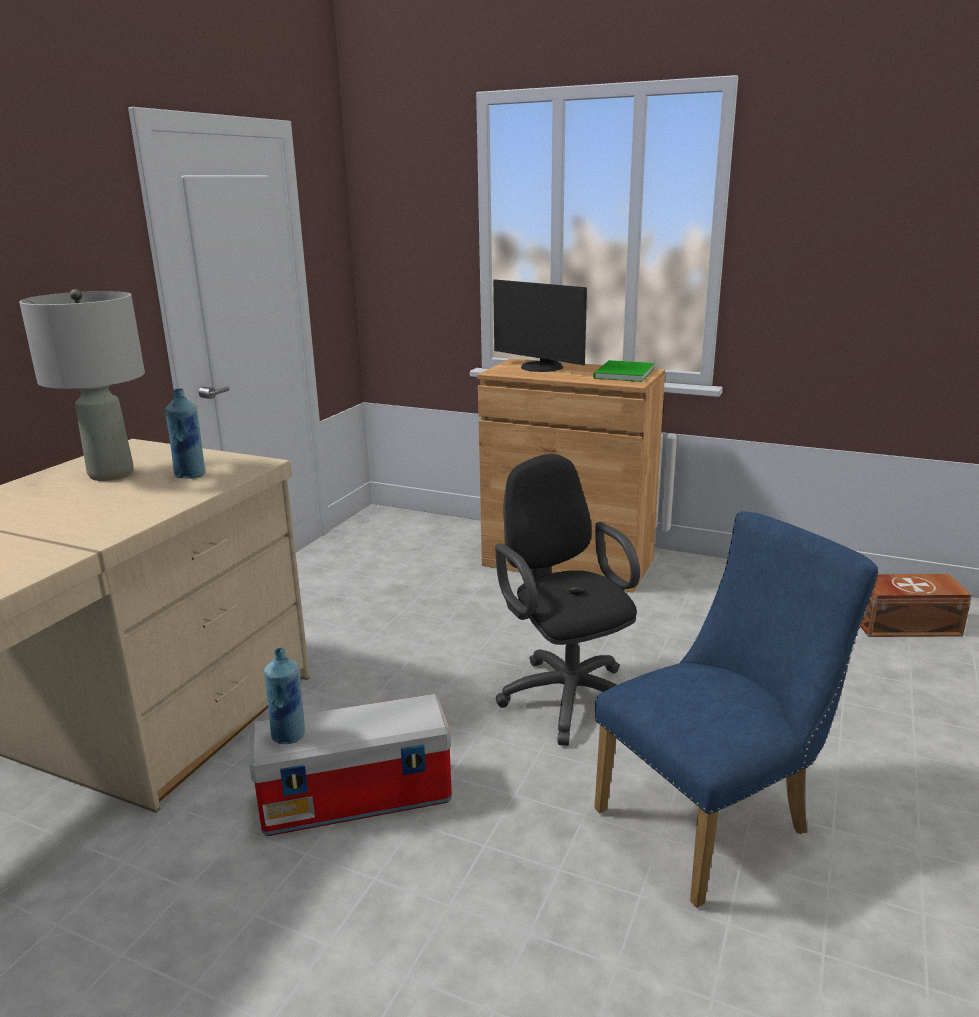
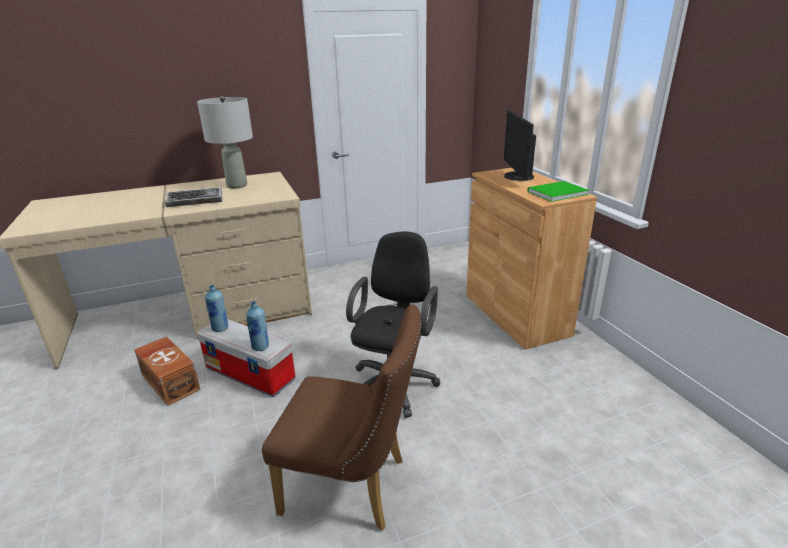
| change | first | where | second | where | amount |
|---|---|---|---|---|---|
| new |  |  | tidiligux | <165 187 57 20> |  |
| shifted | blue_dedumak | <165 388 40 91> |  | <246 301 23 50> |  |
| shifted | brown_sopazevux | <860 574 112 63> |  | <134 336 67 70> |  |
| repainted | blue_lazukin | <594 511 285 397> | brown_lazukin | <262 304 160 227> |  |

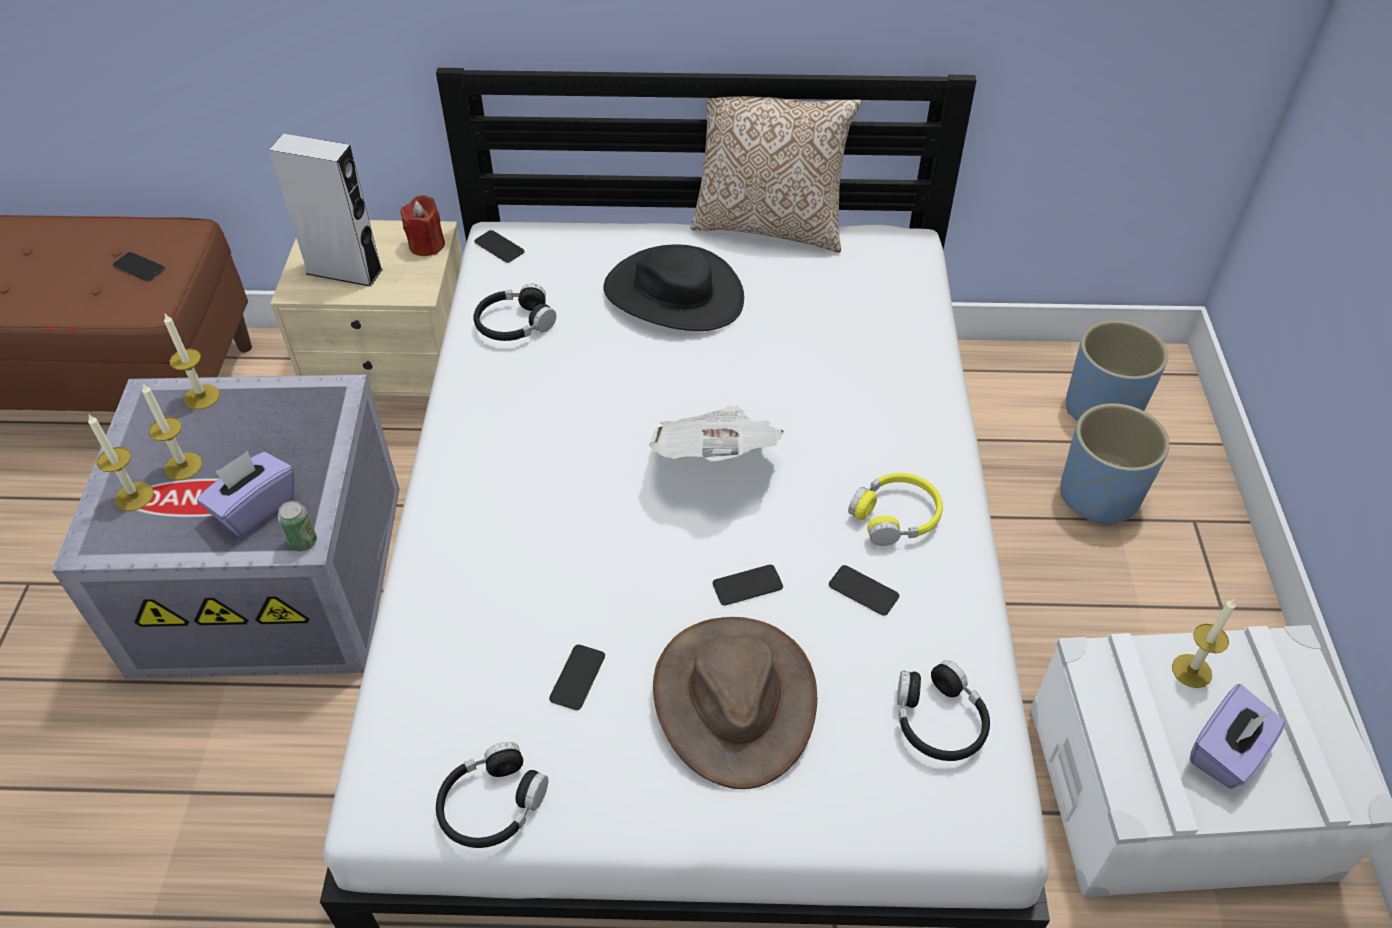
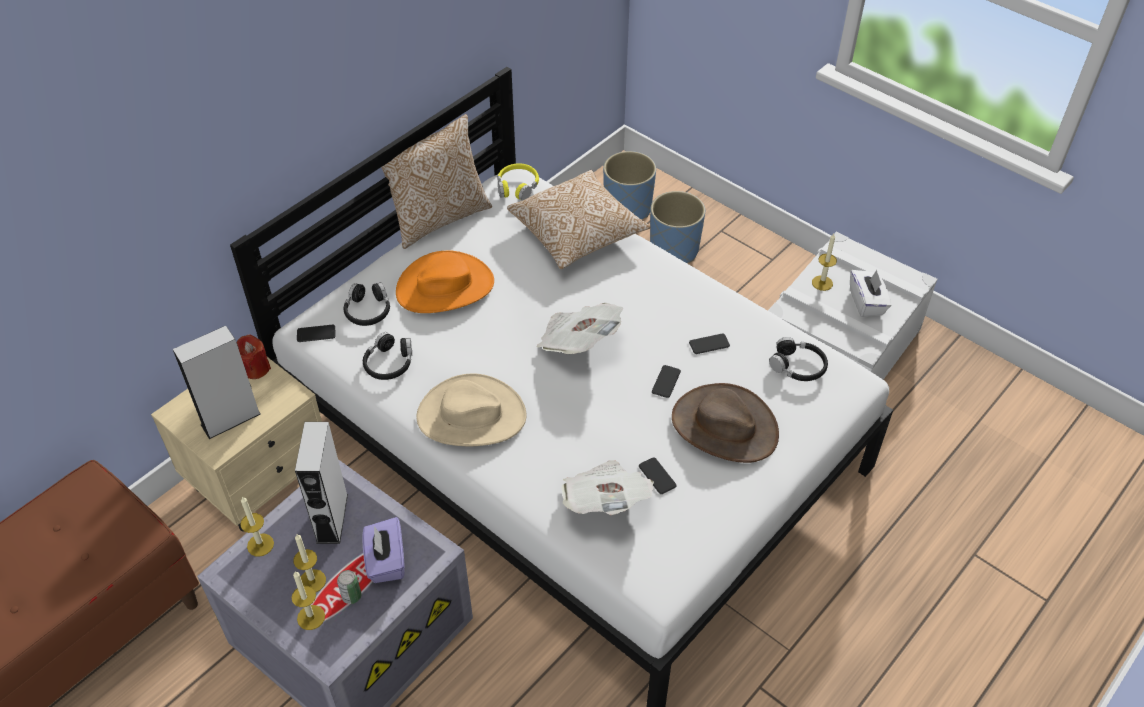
| change | first | where | second | where | amount |
|---|---|---|---|---|---|
| gone | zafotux | <113 252 52 29> |  |  |  |
| new |  |  | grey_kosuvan | <295 422 53 122> |  |
| new |  |  | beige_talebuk | <416 373 110 73> |  |
| new |  |  | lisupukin | <507 170 144 99> |  |
| new |  |  | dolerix | <562 460 92 55> |  |
| shifted | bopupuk | <278 501 39 51> |  | <337 570 25 34> |  |
| shifted | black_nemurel | <436 742 112 106> |  | <343 282 47 44> |  |
| shifted | yellow_nemurel | <848 473 95 73> |  | <498 163 41 38> |  |
| repainted | black_talebuk | <604 244 140 87> | orange_talebuk | <396 250 98 63> |  |
| repainted | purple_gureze | <1190 684 95 105> | white_gureze | <850 270 42 47> |  |

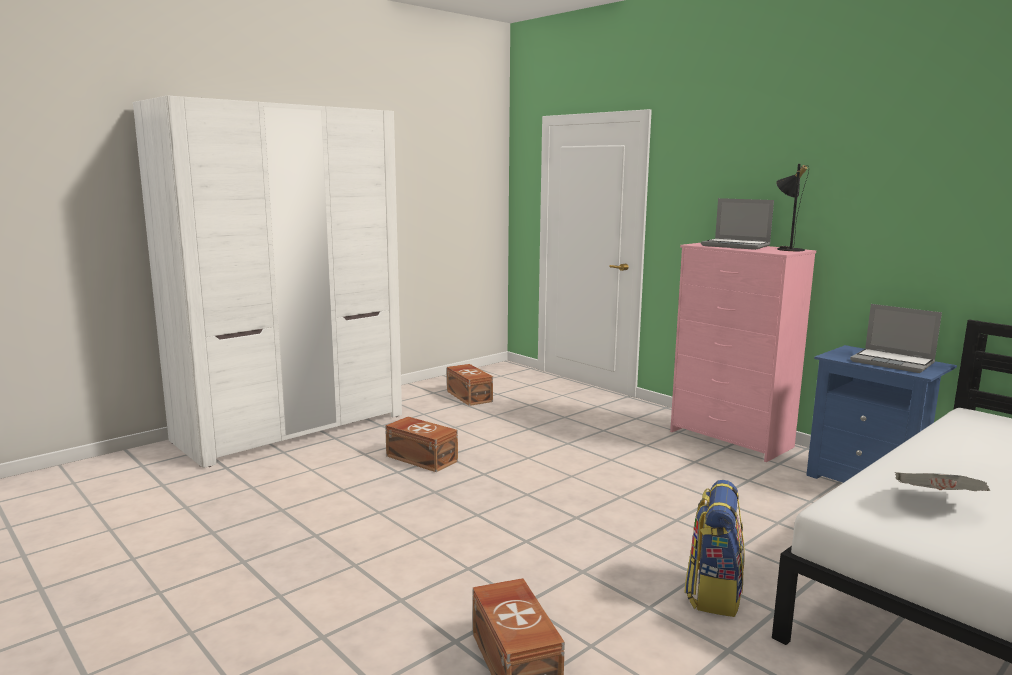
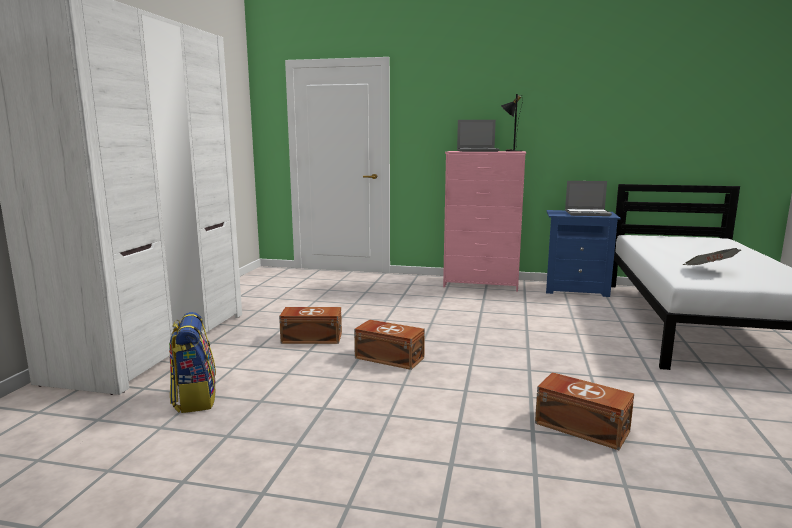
| change | first | where | second | where | amount |
|---|---|---|---|---|---|
| shifted | brown_sopazevux | <447 364 46 42> |  | <354 319 71 51> |  |
| shifted | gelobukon | <684 480 61 137> |  | <169 312 47 101> |  |

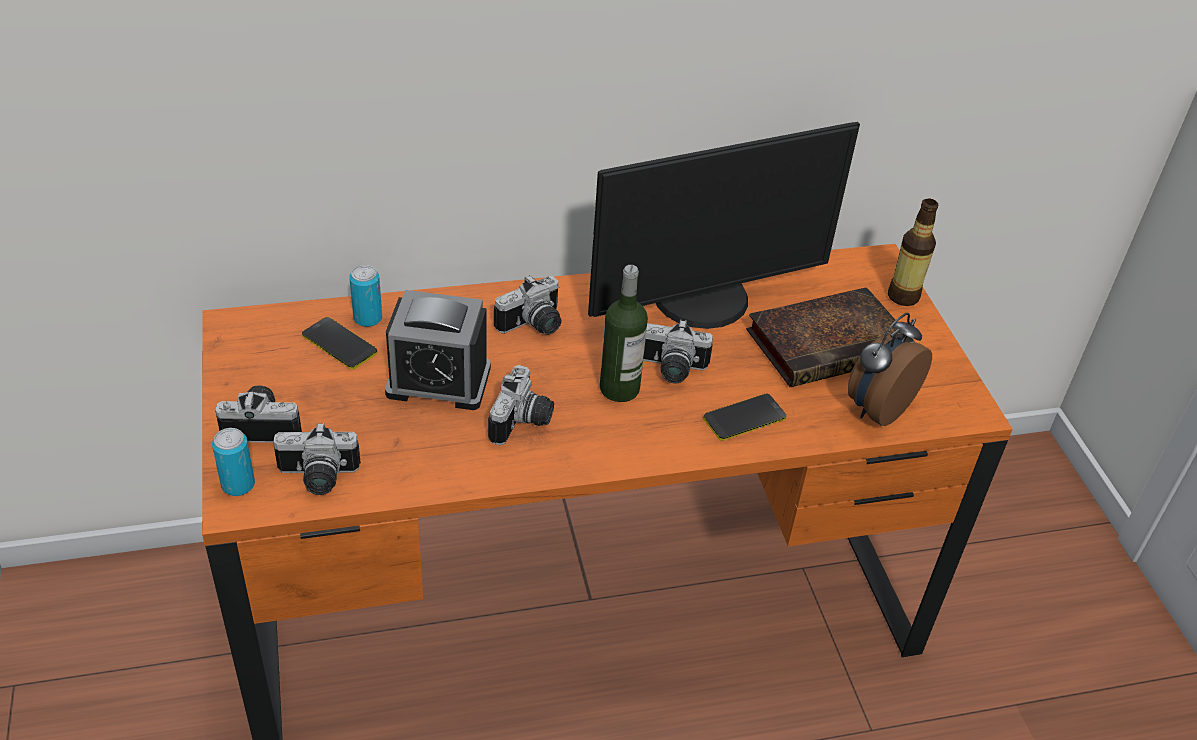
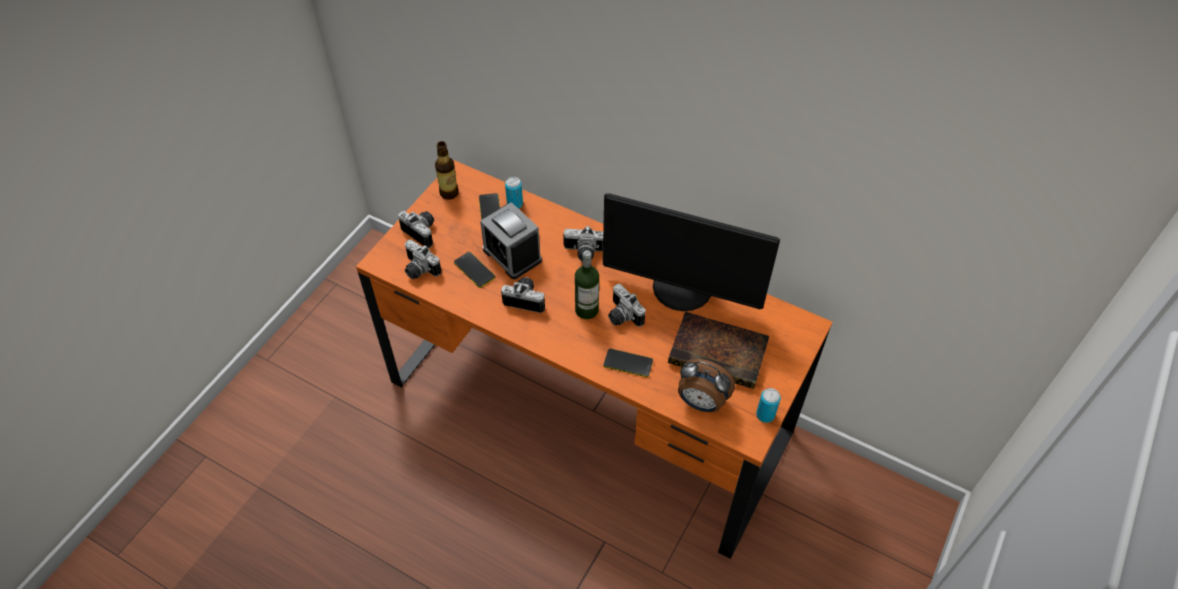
| change | first | where | second | where | amount |
|---|---|---|---|---|---|
| new |  |  | zafotux | <454 252 41 36> |  |
| shifted | bopupuk | <212 428 43 68> |  | <756 388 25 35> |  |
| shifted | dedumak | <888 199 50 107> |  | <435 141 24 59> |  |
| rotated | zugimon | <488 365 66 80> |  | <501 277 44 36> | 135 degrees counterclockwise |
| rotated | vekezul | <848 313 84 113> |  | <678 359 57 53> | 150 degrees counterclockwise |

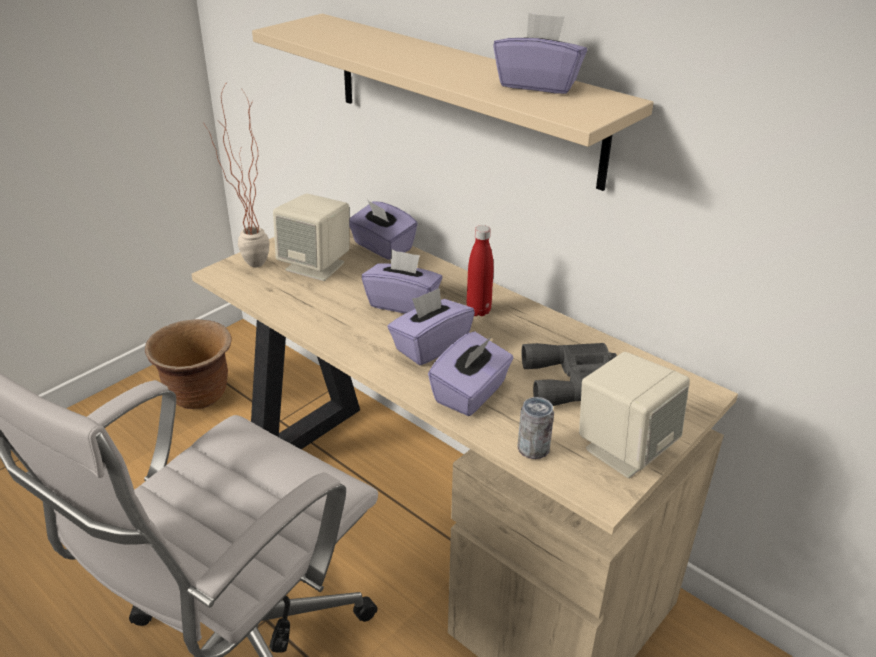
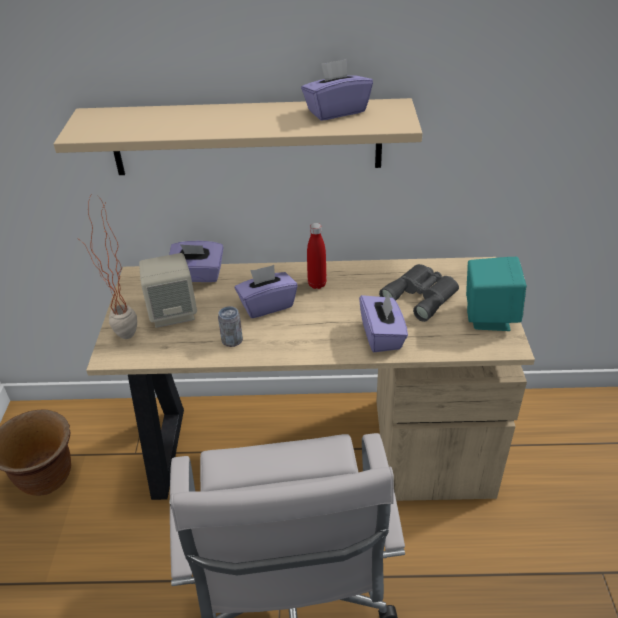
| change | first | where | second | where | amount |
|---|---|---|---|---|---|
| gone | purple_gureze | <387 288 88 78> |  |  |  |
| shifted | bopupuk | <517 397 37 62> |  | <218 306 25 41> |  |
| repainted | beige_kosuvan | <579 352 111 126> | turquoise_kosuvan | <466 257 61 74> |  |

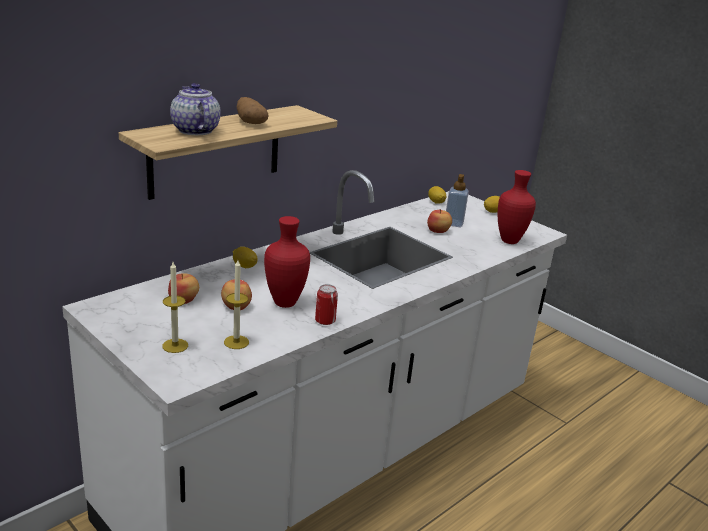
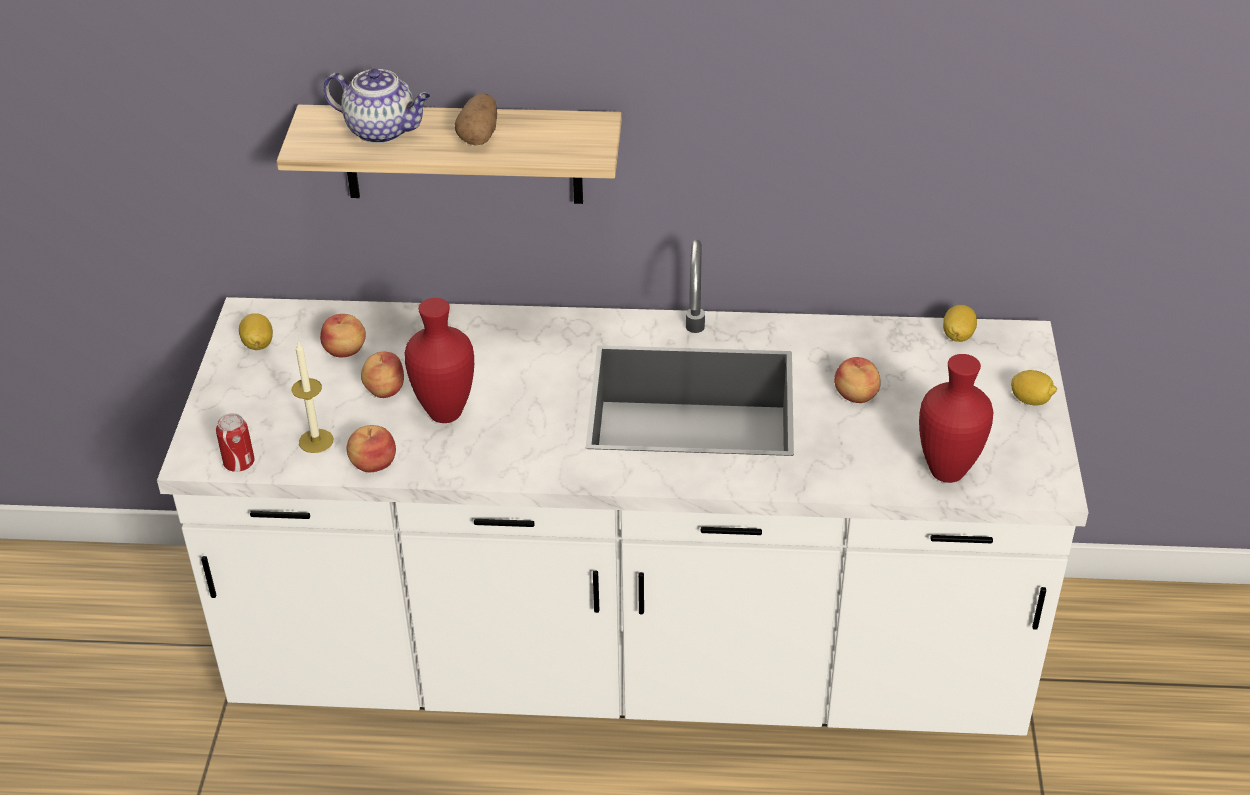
| change | first | where | second | where | amount |
|---|---|---|---|---|---|
| gone | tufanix | <162 262 26 91> |  |  |  |
| gone | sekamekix | <446 174 23 53> |  |  |  |
| new |  |  | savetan | <347 425 49 47> |  |
| shifted | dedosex | <233 247 25 21> |  | <239 313 34 37> |  |
| shifted | bopupuk | <315 284 23 41> |  | <216 413 39 59> |  |
| rotated | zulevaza | <170 83 51 52> |  | <323 68 108 76> | 90 degrees clockwise |

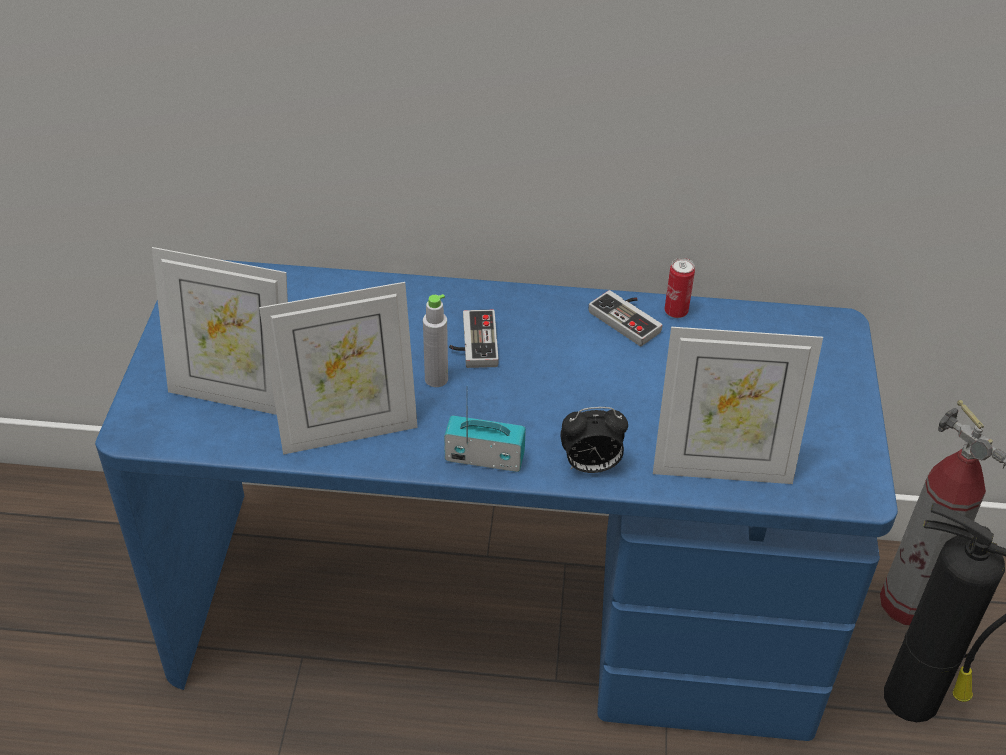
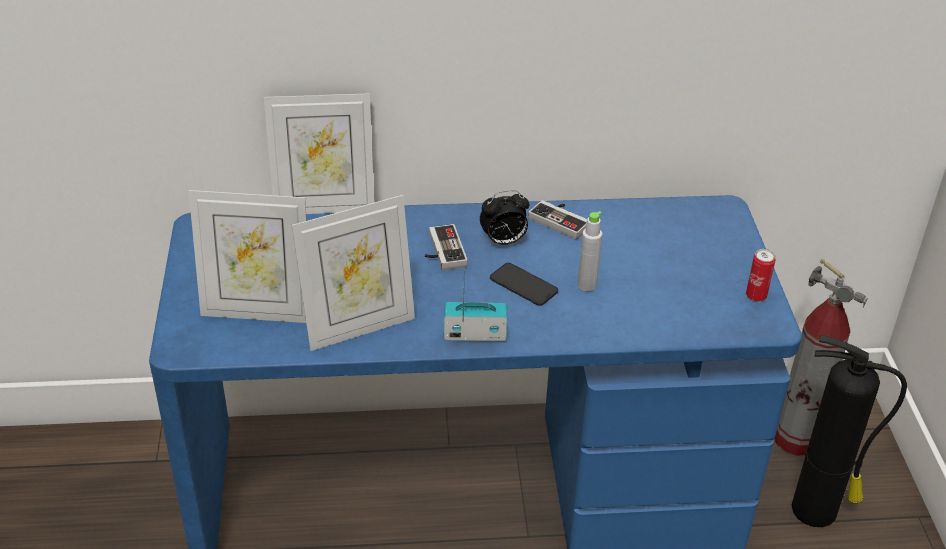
| change | first | where | second | where | amount |
|---|---|---|---|---|---|
| new |  |  | zafotux | <490 263 68 43> |  |
| shifted | grey_dedumak | <423 294 25 93> |  | <578 211 24 80> |  |
| shifted | vekezul | <560 407 68 66> |  | <480 190 49 56> |  |
| shifted | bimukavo | <653 327 170 157> |  | <264 93 110 121> |  |
| shifted | bopupuk | <665 258 30 60> |  | <746 249 29 53> |  |

